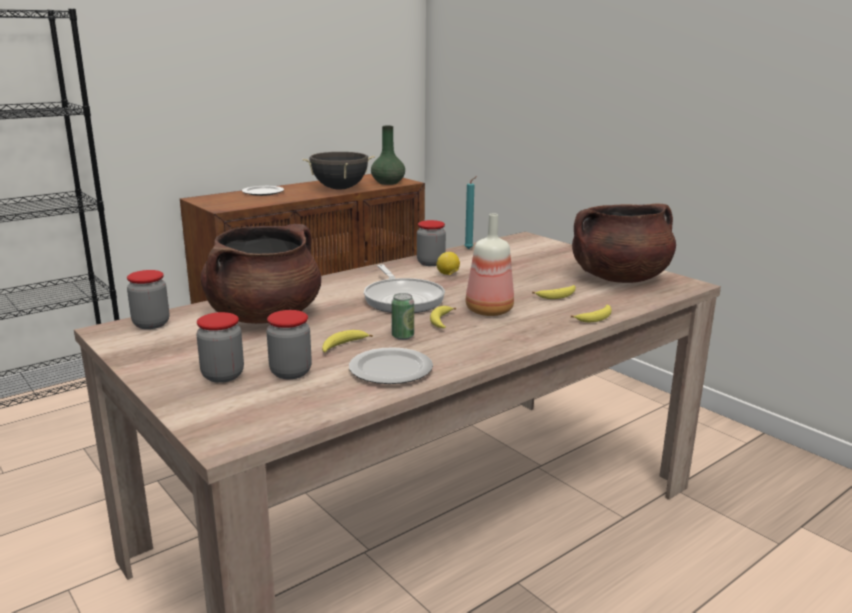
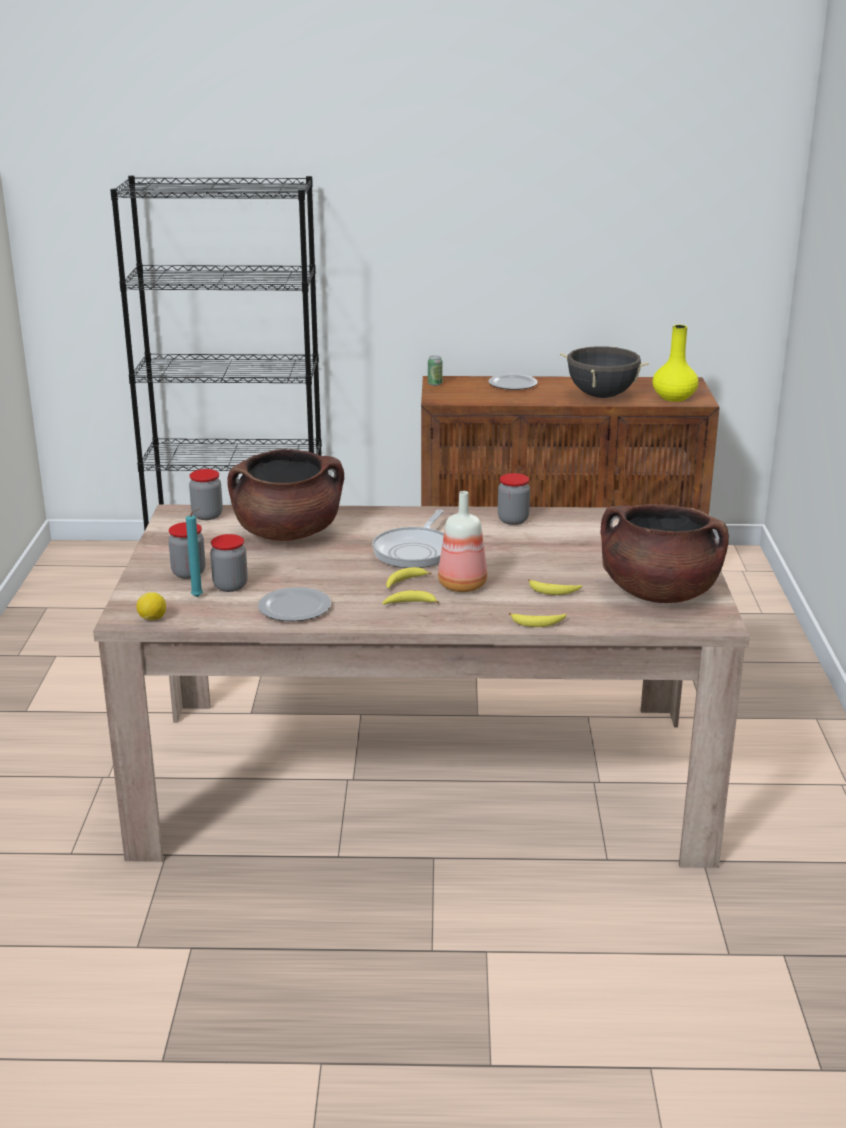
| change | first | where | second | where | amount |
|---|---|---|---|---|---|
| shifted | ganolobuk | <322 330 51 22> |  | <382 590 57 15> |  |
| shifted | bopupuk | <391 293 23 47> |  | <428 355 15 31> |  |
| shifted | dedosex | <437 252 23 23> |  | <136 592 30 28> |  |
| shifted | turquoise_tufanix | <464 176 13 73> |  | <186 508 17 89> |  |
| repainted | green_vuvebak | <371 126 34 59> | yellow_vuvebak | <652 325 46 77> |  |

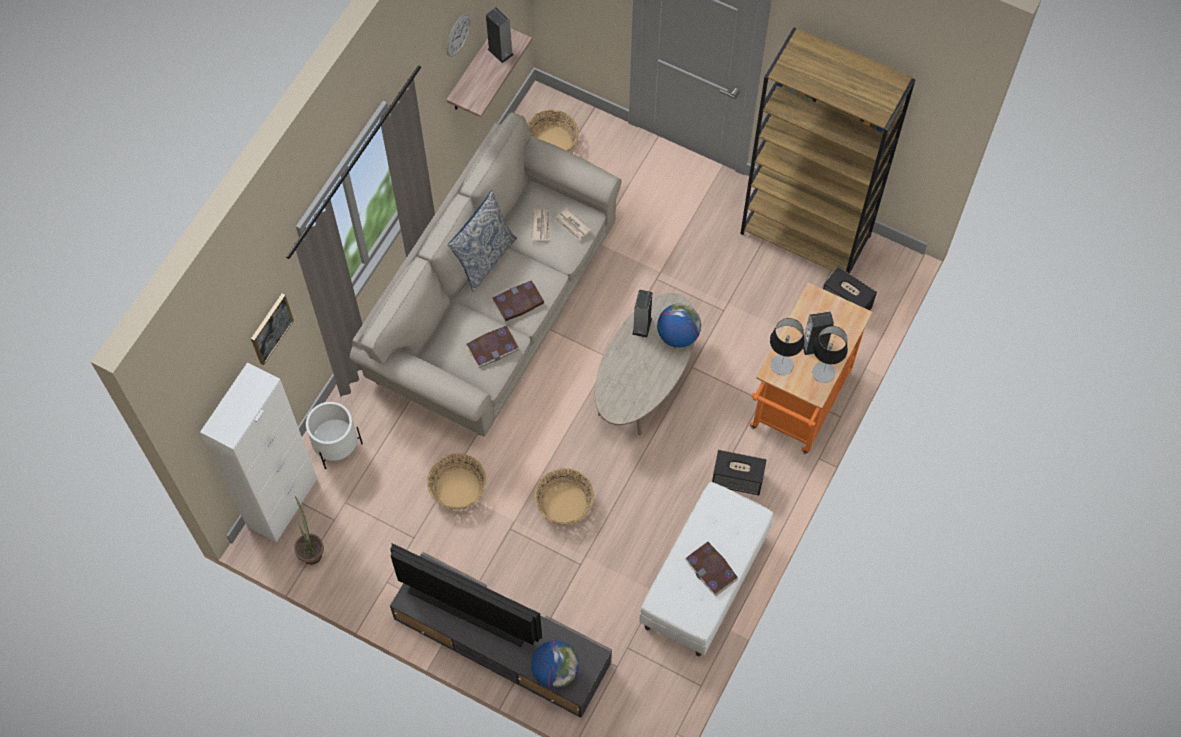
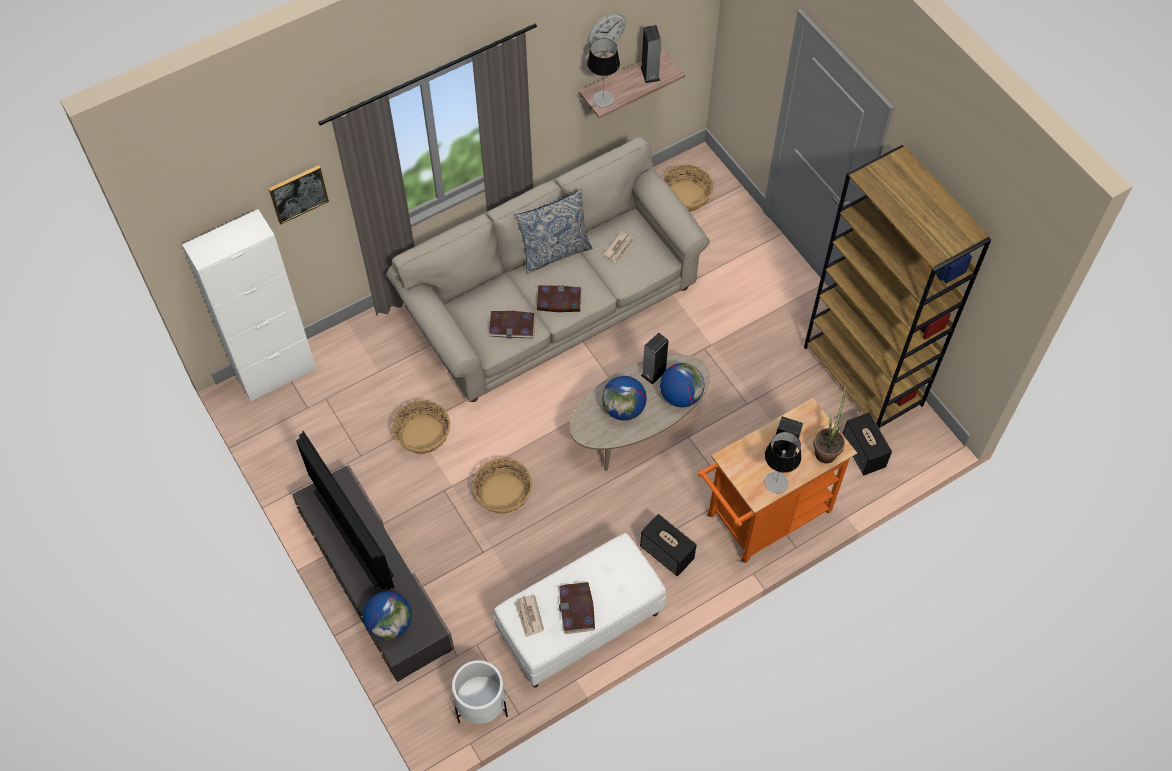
| change | first | where | second | where | amount |
|---|---|---|---|---|---|
| new |  |  | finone | <602 376 45 45> |  |
| shifted | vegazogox | <294 496 30 69> |  | <813 383 33 80> |  |
| shifted | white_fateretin | <306 402 57 67> |  | <452 660 56 64> |  |
| shifted | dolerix | <555 208 36 33> |  | <514 595 30 42> |  |
| shifted | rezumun | <770 318 35 57> |  | <587 38 33 69> |  |

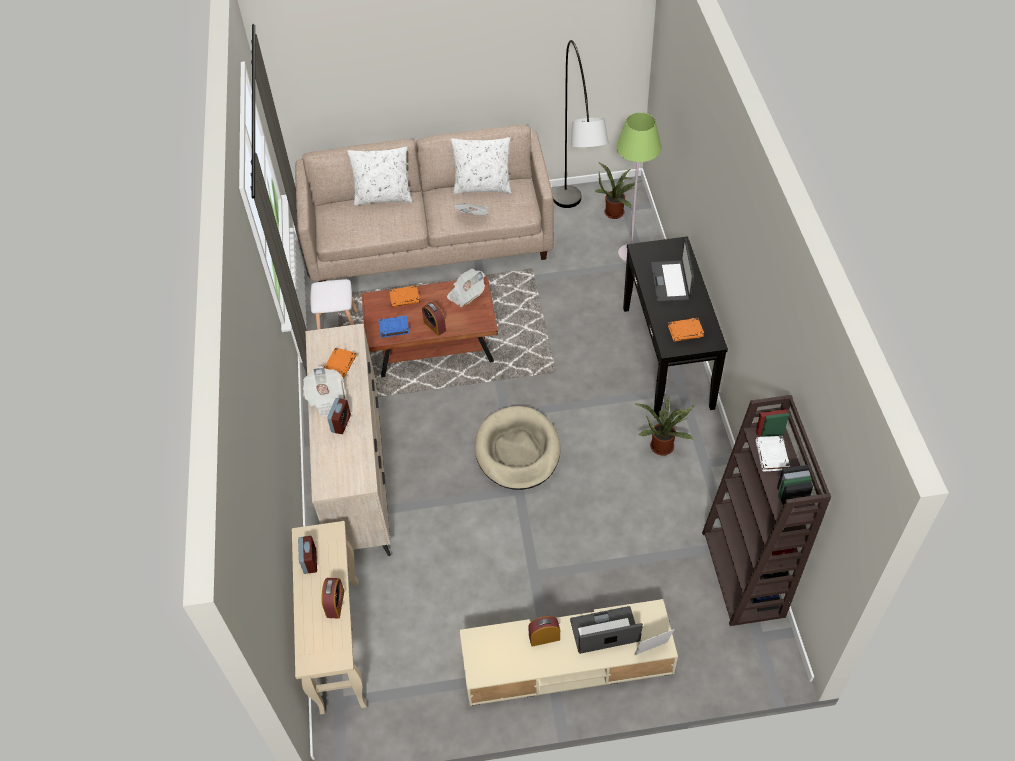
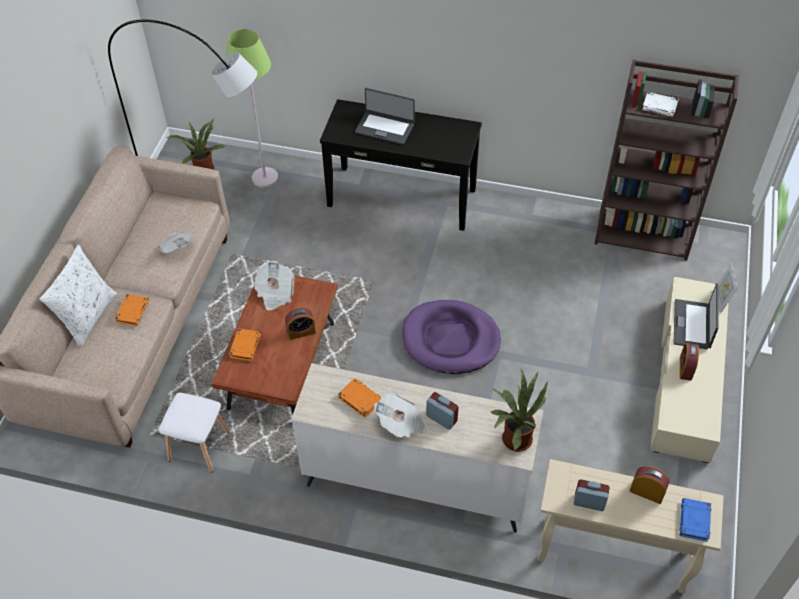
| change | first | where | second | where | amount |
|---|---|---|---|---|---|
| gone | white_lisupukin | <451 137 61 57> |  |  |  |
| shifted | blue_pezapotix | <378 316 32 22> |  | <680 498 32 44> |  |
| shifted | vegazogox | <635 396 60 60> |  | <491 369 57 83> |  |
| shifted | orange_pezapotix | <668 318 36 24> |  | <115 294 34 32> |  |
| repainted | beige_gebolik | <474 406 86 84> | purple_gebolik | <402 300 99 74> |  |

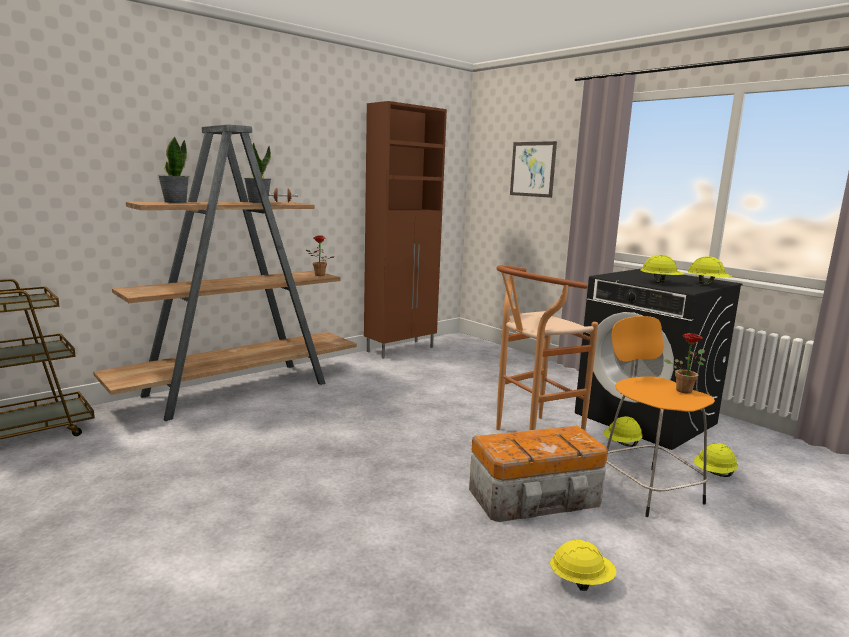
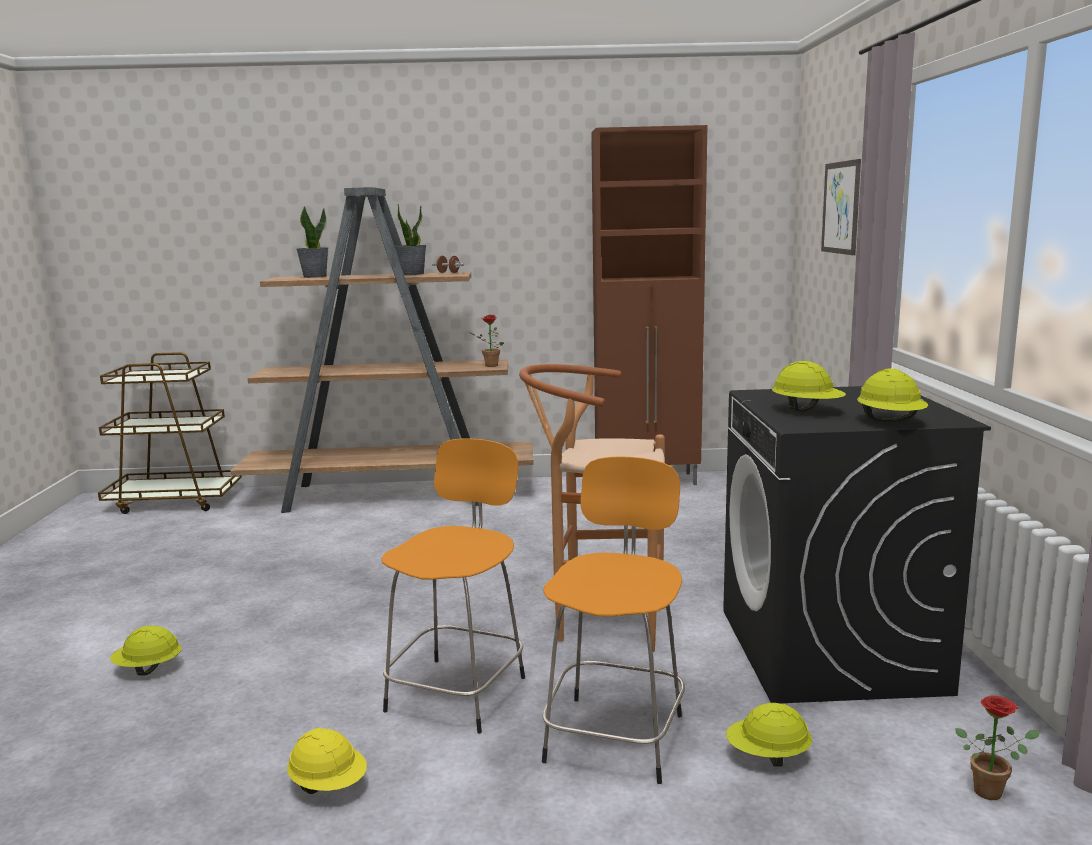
| change | first | where | second | where | amount |
|---|---|---|---|---|---|
| shifted | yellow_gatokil | <603 416 40 31> |  | <110 625 72 50> |  |
| shifted | vegazogox | <664 333 42 61> |  | <955 696 85 104> |  |
| swapped | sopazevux | <469 425 139 97> | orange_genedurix | <382 438 143 295> |  |

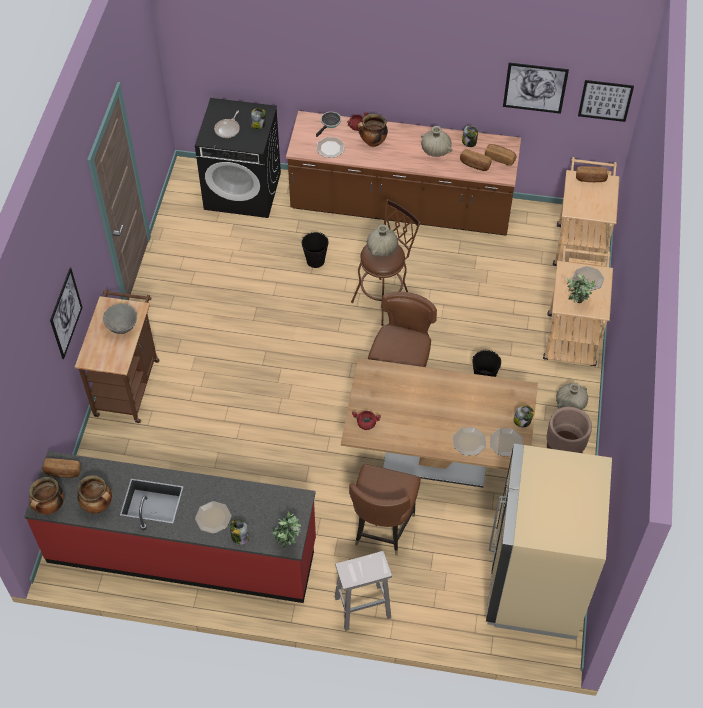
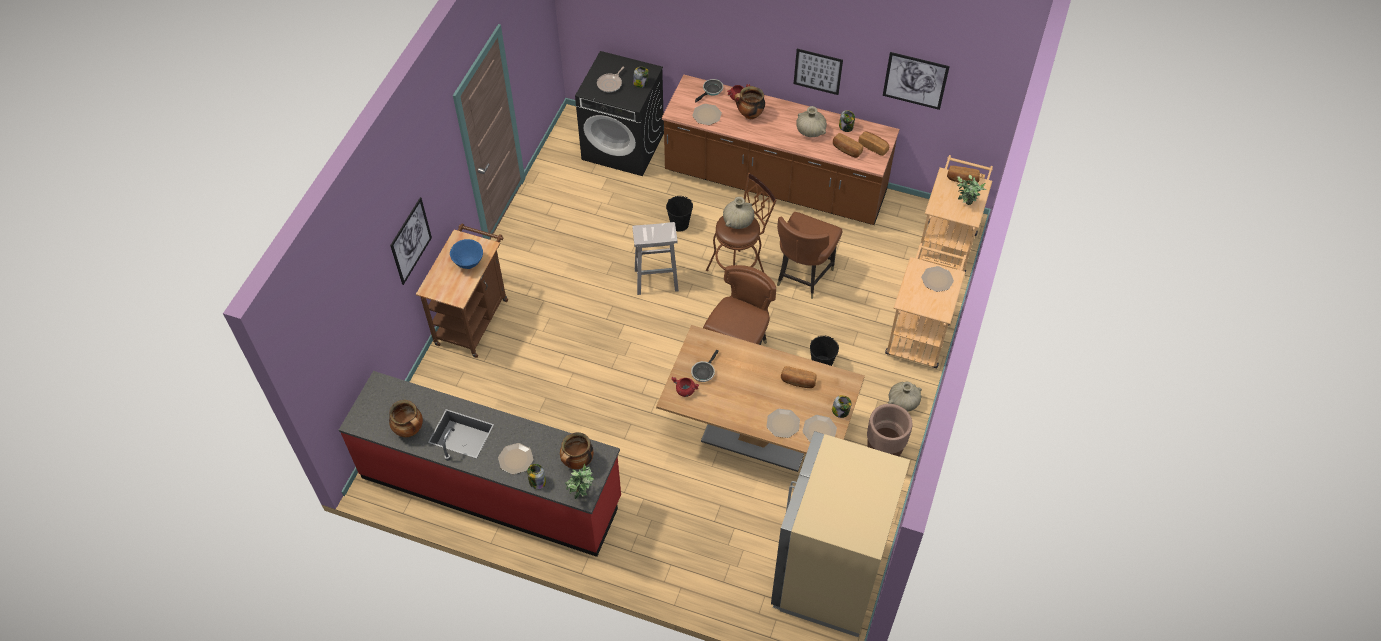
| change | first | where | second | where | amount |
|---|---|---|---|---|---|
| new |  |  | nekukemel | <691 350 27 32> |  |
| shifted | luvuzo | <29 477 35 37> |  | <560 432 34 37> |  |
| shifted | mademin | <42 458 39 20> |  | <781 366 36 22> |  |
| shifted | white_genedurix | <335 551 57 80> |  | <632 222 47 73> |  |
| shifted | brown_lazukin | <349 464 72 91> |  | <777 212 65 87> |  |
| shifted | vegazogox | <567 274 30 29> |  | <957 174 29 31> |  |
| shifted | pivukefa | <578 80 56 42> |  | <794 49 49 46> |  |
| repainted | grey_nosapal | <103 304 34 30> | blue_nosapal | <450 239 33 30> |  |

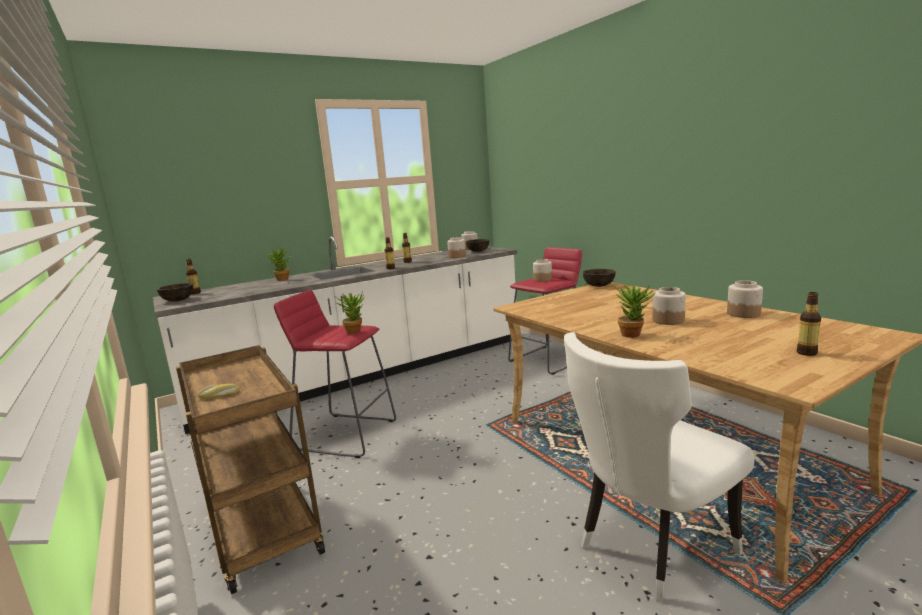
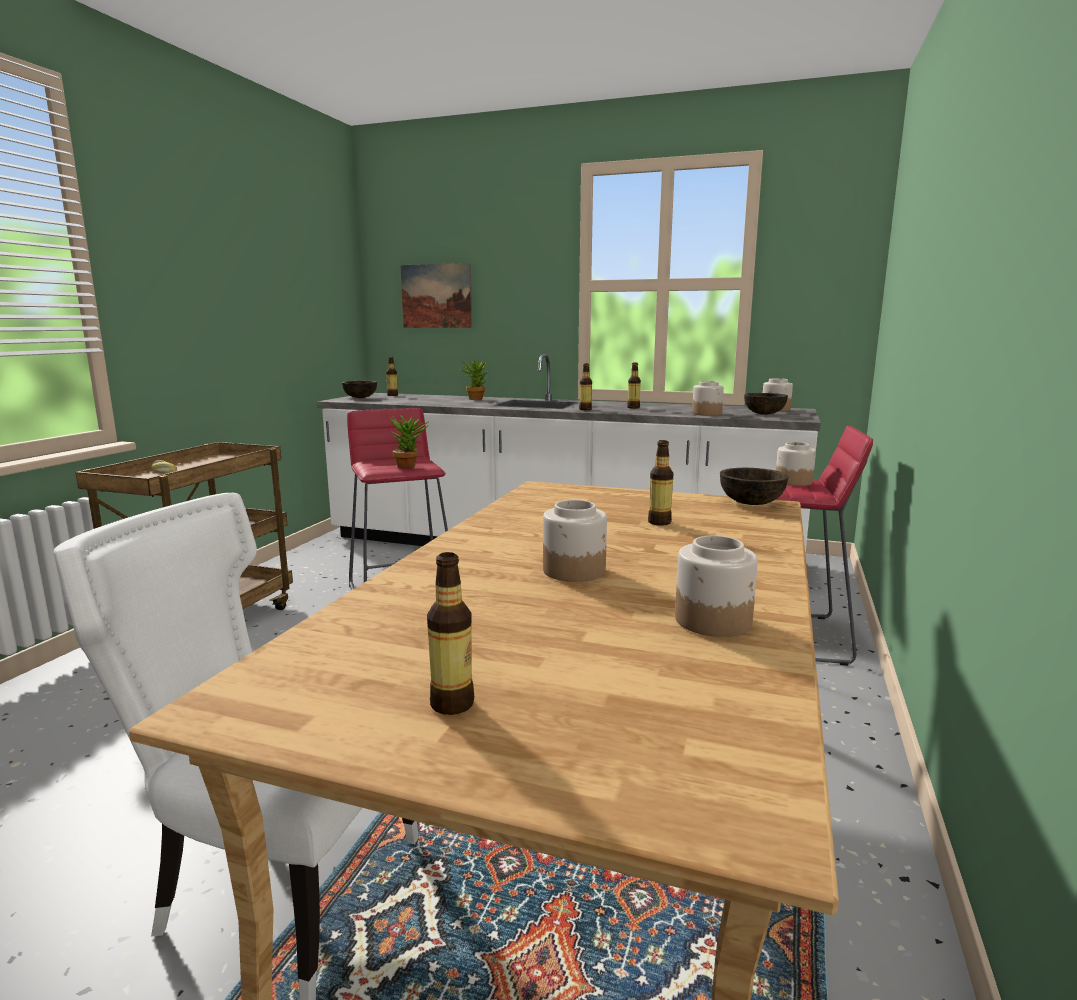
| change | first | where | second | where | amount |
|---|---|---|---|---|---|
| gone | vegazogox | <613 284 42 54> |  |  |  |
| new |  |  | pivukefa | <401 263 71 65> |  |
| new |  |  | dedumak | <648 440 25 86> |  |

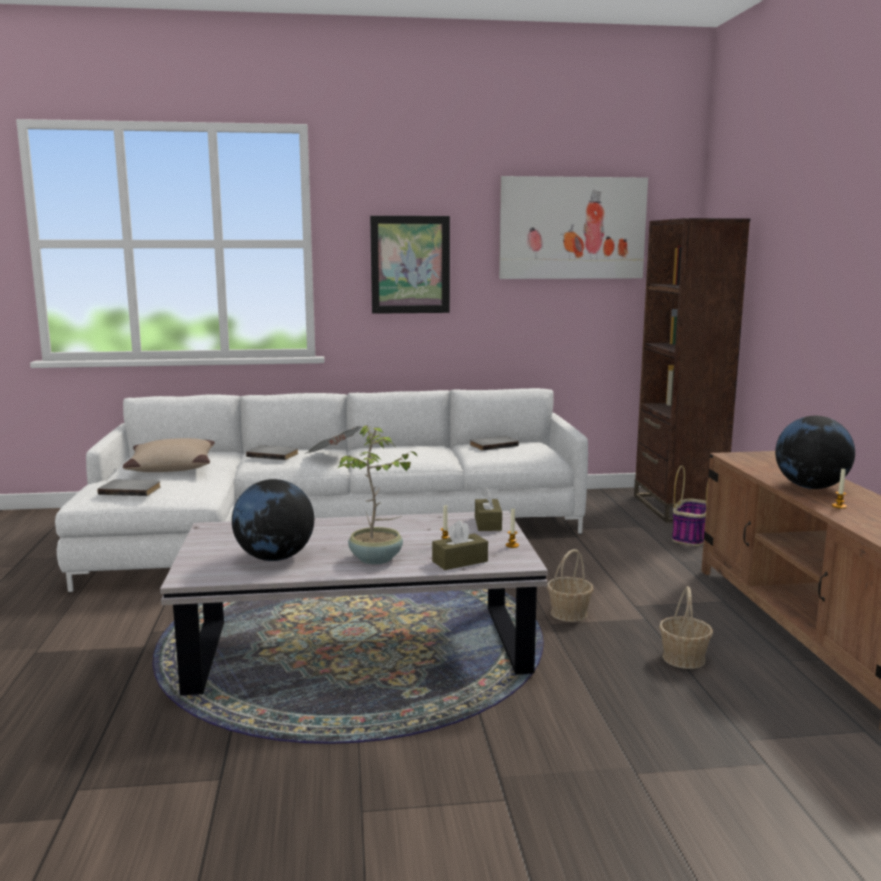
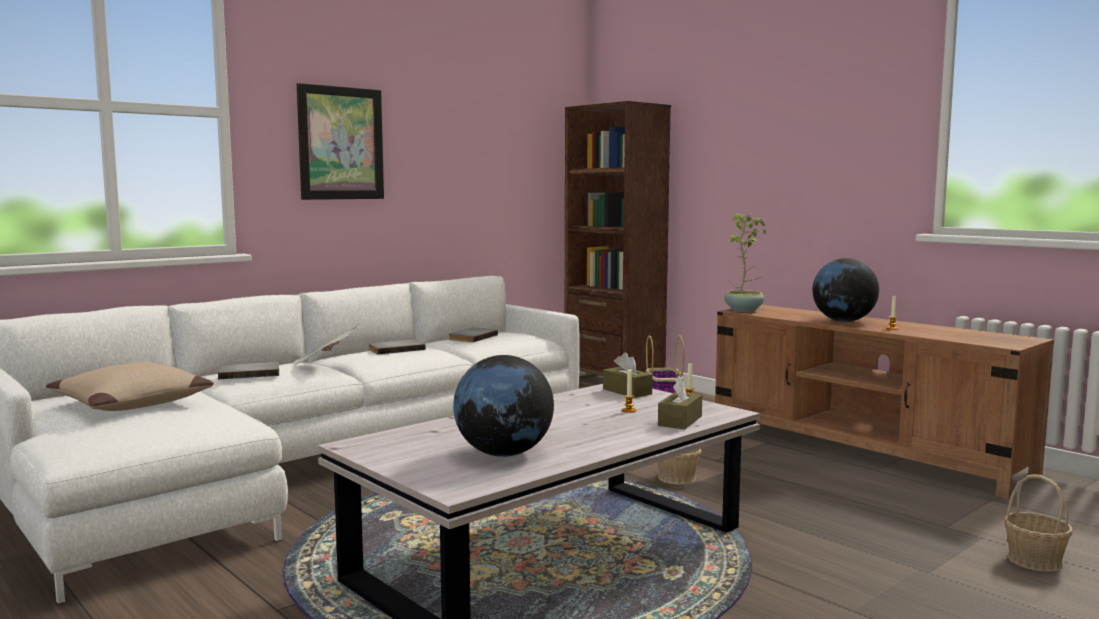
| change | first | where | second | where | amount |
|---|---|---|---|---|---|
| gone | pivukefa | <499 176 149 103> |  |  |  |
| shifted | grey_pezapotix | <97 480 64 16> |  | <368 339 58 15> |  |
| shifted | vegazogox | <338 425 80 139> |  | <724 213 43 99> |  |
| shifted | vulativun | <659 586 54 83> |  | <1004 474 69 98> |  |

